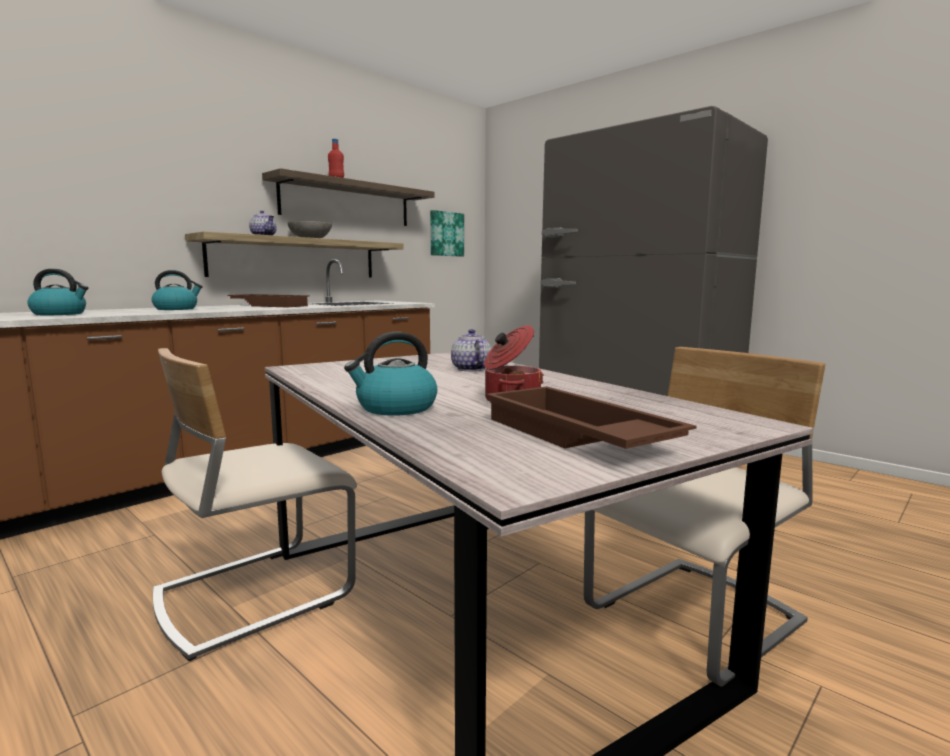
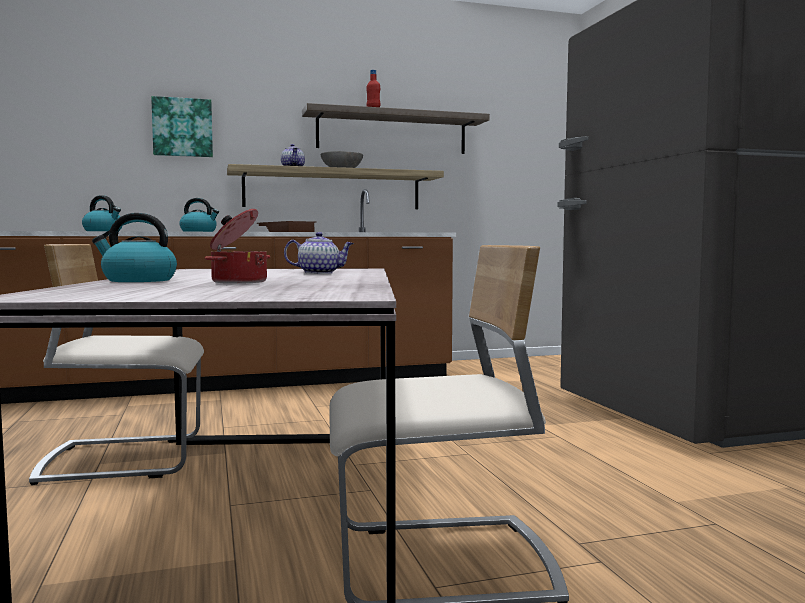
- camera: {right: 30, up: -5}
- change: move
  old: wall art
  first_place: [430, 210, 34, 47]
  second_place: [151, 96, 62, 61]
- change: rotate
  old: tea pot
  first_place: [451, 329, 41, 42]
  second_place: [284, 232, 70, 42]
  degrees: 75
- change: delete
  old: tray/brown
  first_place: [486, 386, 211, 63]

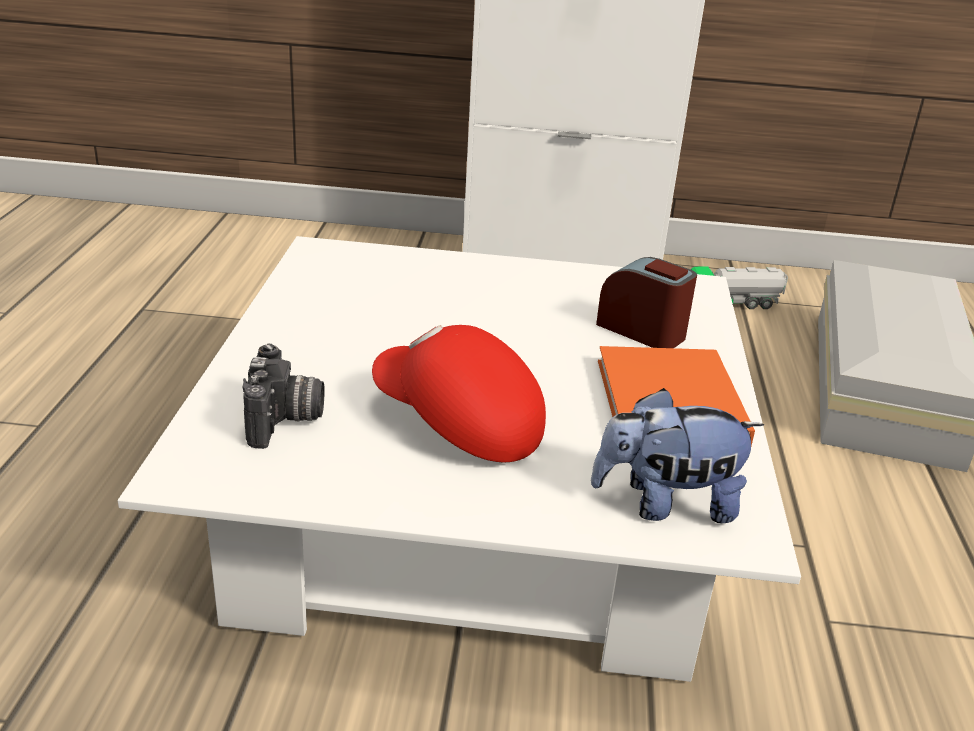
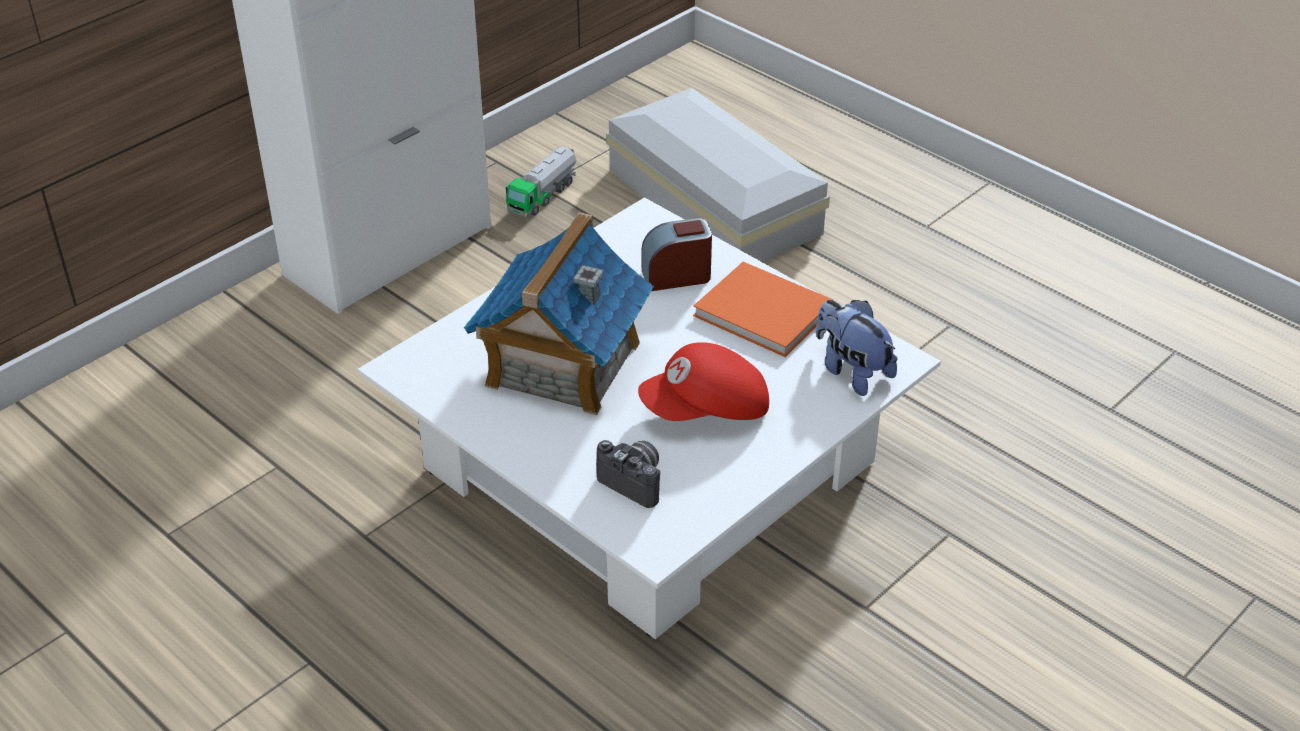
- camera: {right: -50, up: 10}
- change: rotate
  old: soft toy
  first_place: [591, 388, 173, 135]
  second_place: [816, 300, 82, 96]
  degrees: 105
- change: insert
  new: miniature house
  second_place: [464, 212, 190, 203]

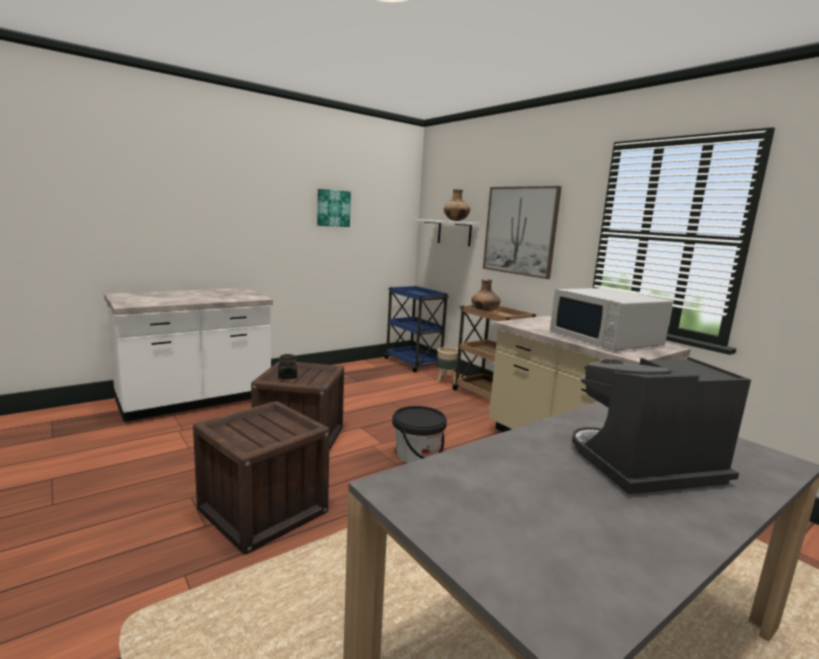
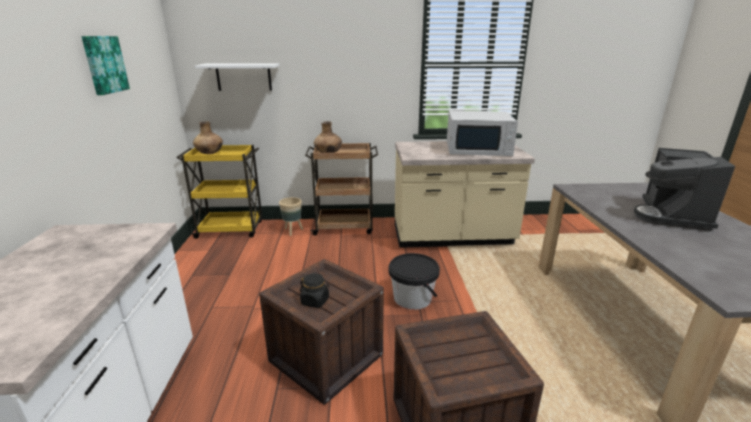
- camera: {right: -55, up: 10}
- change: recolor
  old: wheeled cart/blue
  new: wheeled cart/yellow-coloured
  first_place: [384, 286, 65, 86]
  second_place: [176, 145, 87, 94]
- change: move
  old: flower vase/brown
  first_place: [444, 189, 26, 32]
  second_place: [193, 121, 30, 33]
- change: delete
  old: wall art
  first_place: [483, 186, 79, 93]

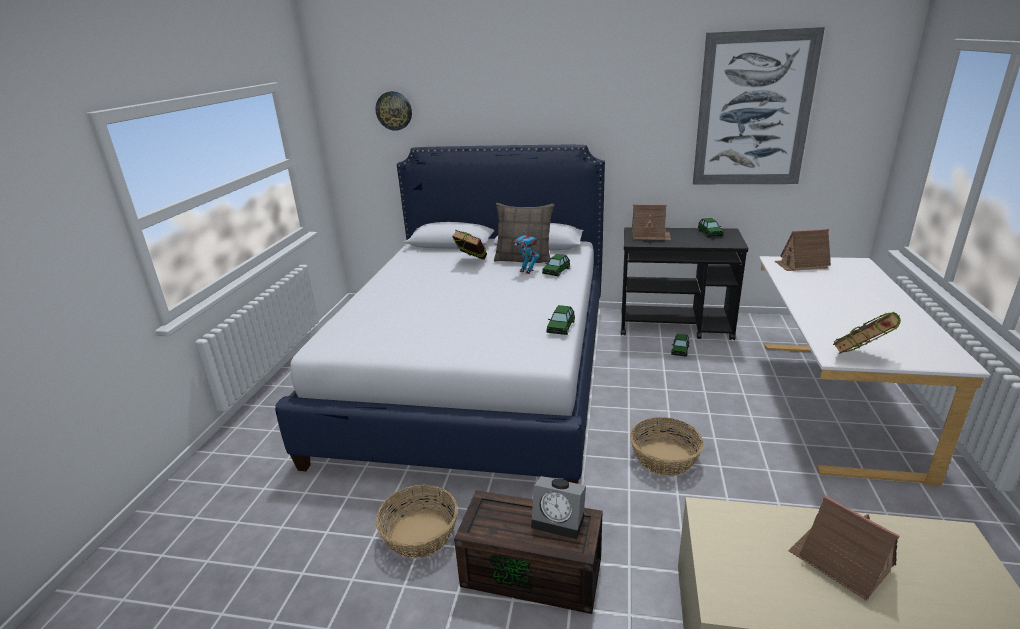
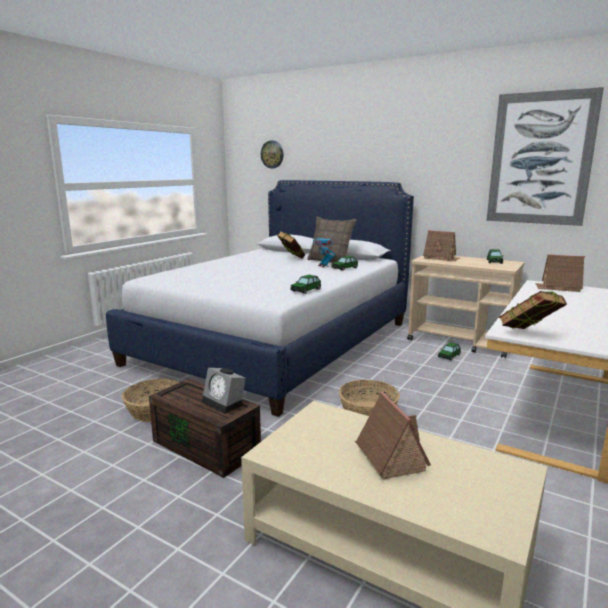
- camera: {right: 20, up: -10}
- change: recolor
  old: wheeled cart/black
  new: wheeled cart/sand-coloured
  first_place: [621, 227, 127, 113]
  second_place: [407, 256, 118, 102]

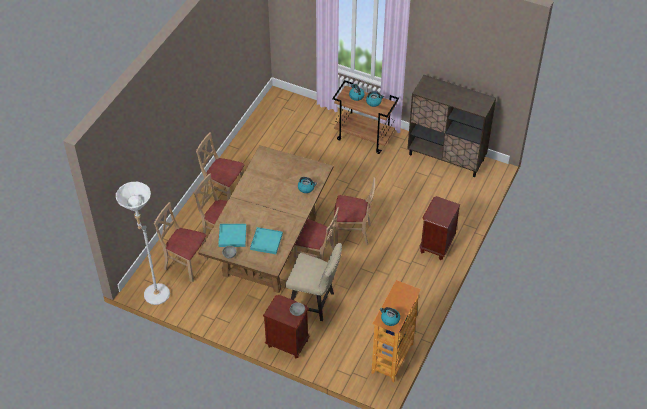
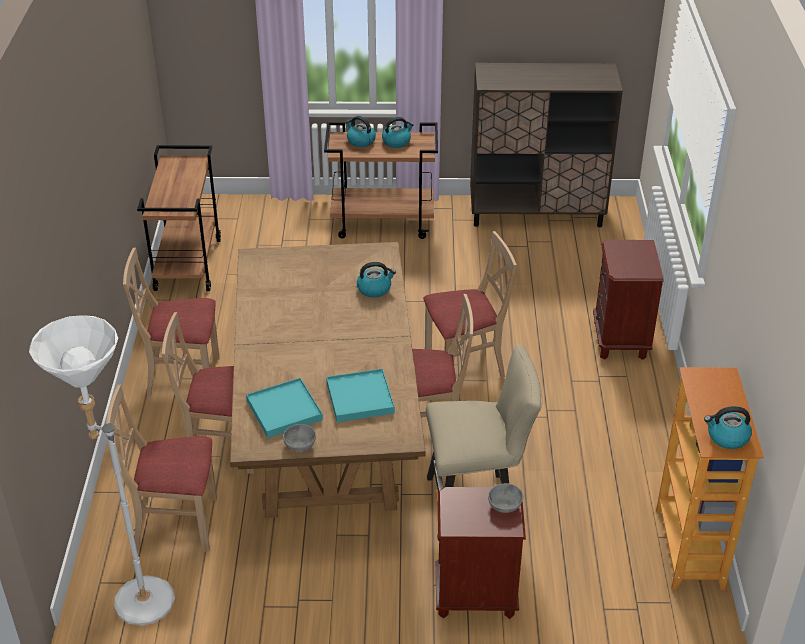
- camera: {right: -25, up: -10}
- change: insert
  new: wheeled cart/brown
  second_place: [137, 145, 84, 146]

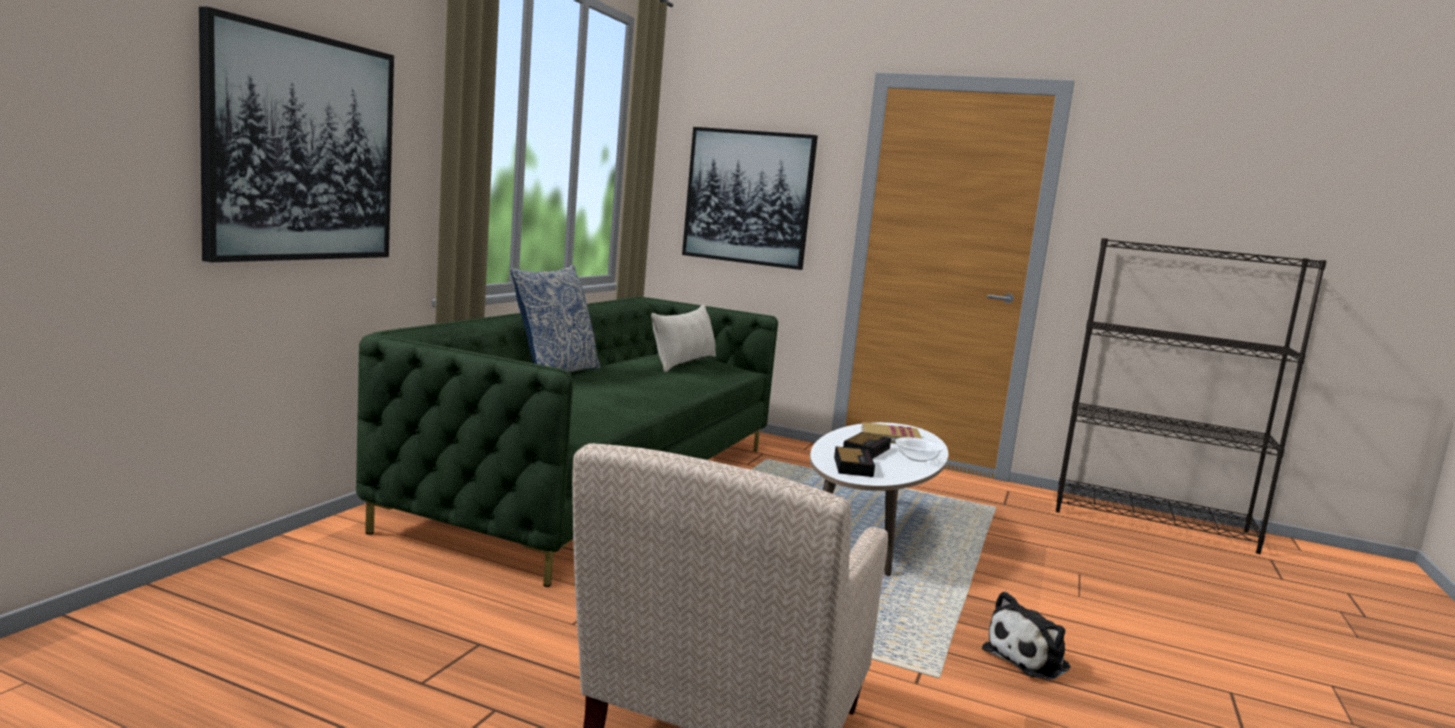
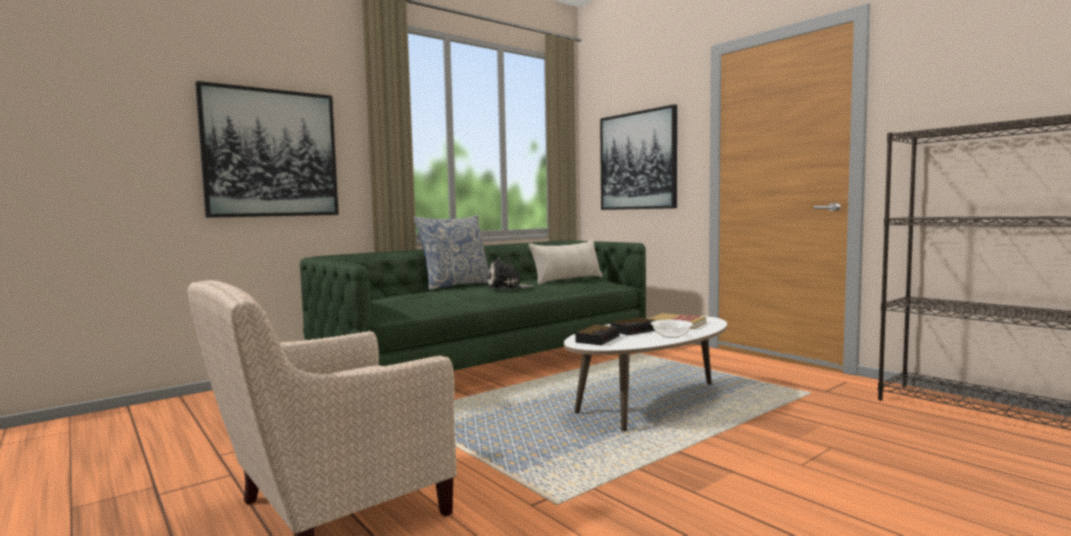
- camera: {right: 30, up: -5}
- change: move
  old: soft toy
  first_place: [982, 591, 88, 89]
  second_place: [488, 257, 46, 33]

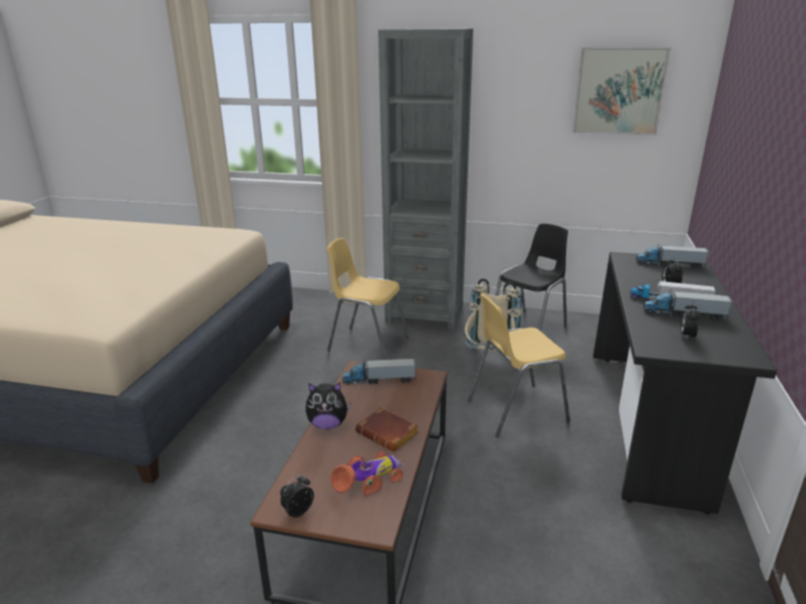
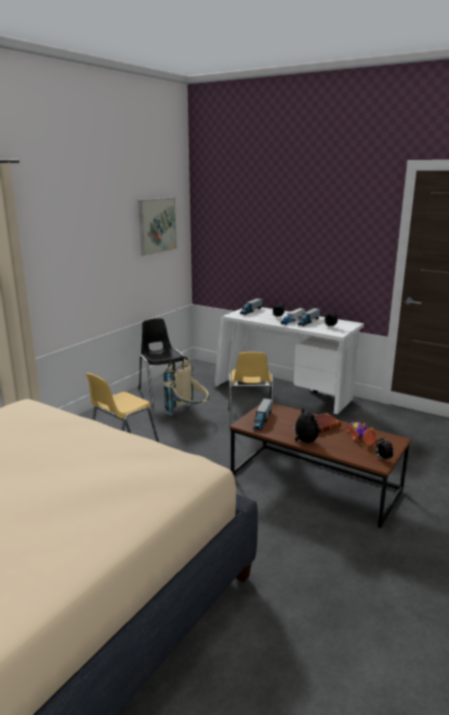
- camera: {right: -70, up: -5}
- change: rotate
  old: soft toy
  first_place: [306, 383, 45, 46]
  second_place: [292, 408, 27, 35]
  degrees: -45
- change: delete
  old: bookshelf/grey
  first_place: [378, 28, 95, 302]
- change: recolor
  old: desk table/black
  new: desk table/white
  first_place: [593, 252, 184, 262]
  second_place: [214, 307, 150, 108]

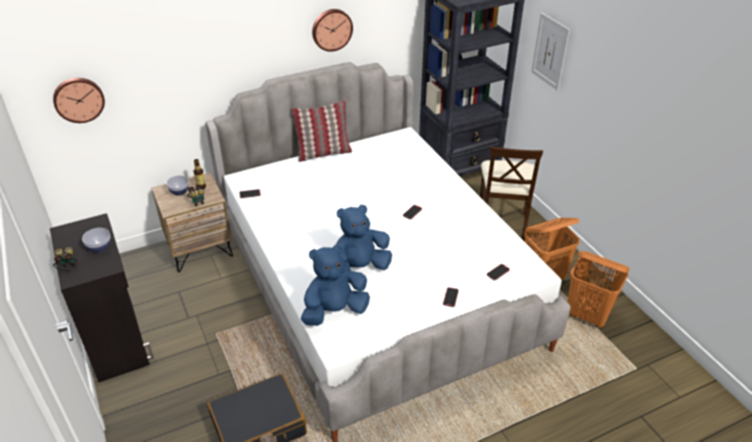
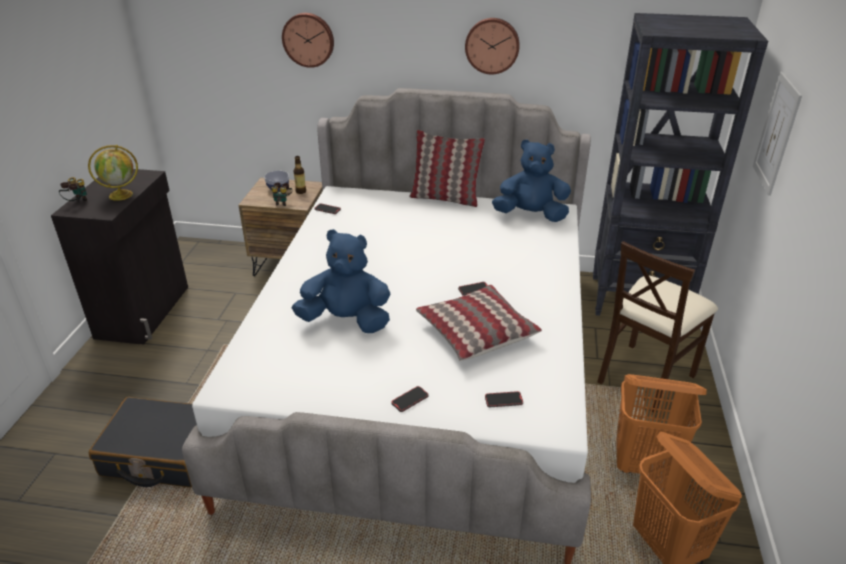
- camera: {right: 35, up: -5}
- change: move
  old: wall clock
  first_place: [53, 78, 52, 45]
  second_place: [282, 13, 52, 55]
- change: replace
  old: serving bowl
  new: globe
  first_place: [82, 228, 29, 25]
  second_place: [88, 145, 50, 56]
- change: move
  old: soft toy/blue
  first_place: [301, 245, 69, 81]
  second_place: [492, 139, 79, 83]
- change: insert
  new: throw pillow
  second_place: [416, 285, 126, 76]

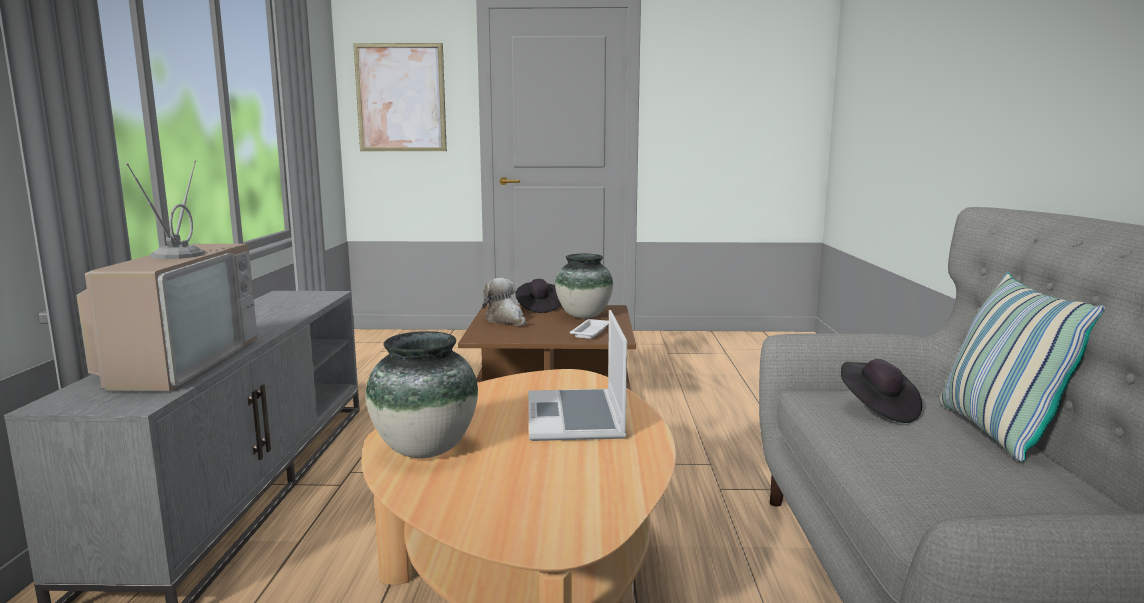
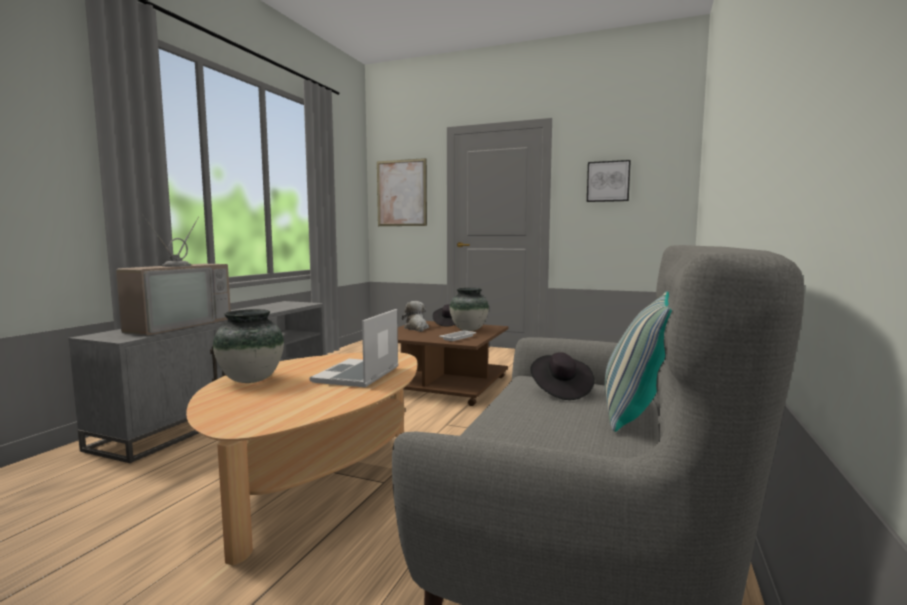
- camera: {right: 20, up: -5}
- change: insert
  new: wall art
  second_place: [587, 160, 44, 42]

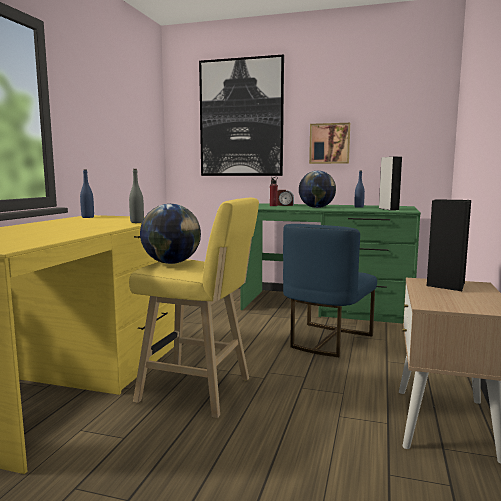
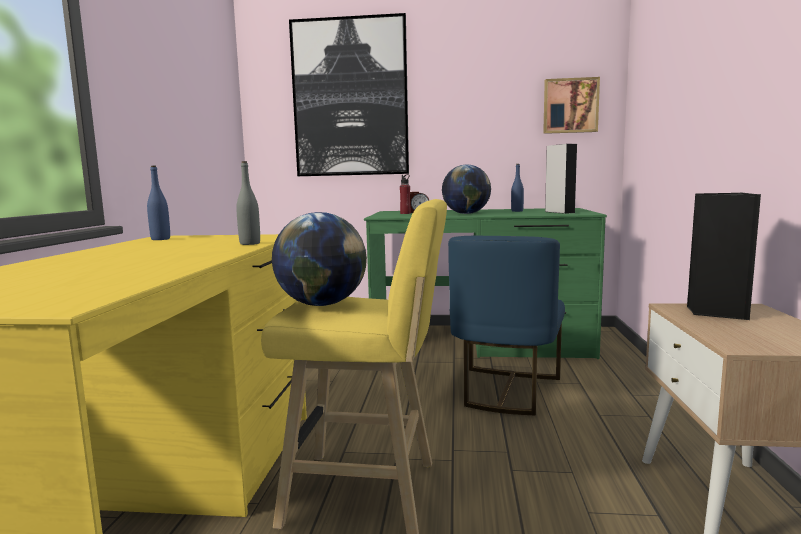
- camera: {right: -10, up: 0}
- change: move
  old: wall art
  first_place: [309, 123, 41, 41]
  second_place: [543, 77, 57, 57]

